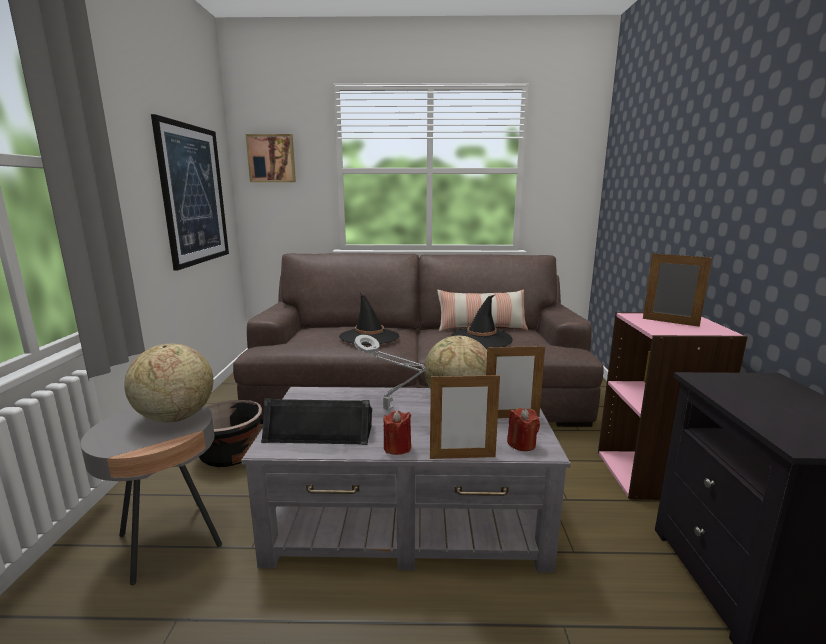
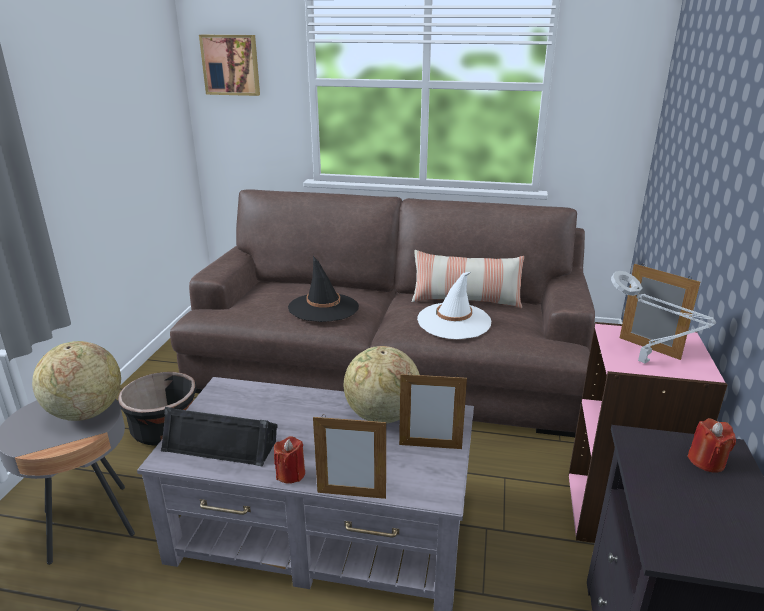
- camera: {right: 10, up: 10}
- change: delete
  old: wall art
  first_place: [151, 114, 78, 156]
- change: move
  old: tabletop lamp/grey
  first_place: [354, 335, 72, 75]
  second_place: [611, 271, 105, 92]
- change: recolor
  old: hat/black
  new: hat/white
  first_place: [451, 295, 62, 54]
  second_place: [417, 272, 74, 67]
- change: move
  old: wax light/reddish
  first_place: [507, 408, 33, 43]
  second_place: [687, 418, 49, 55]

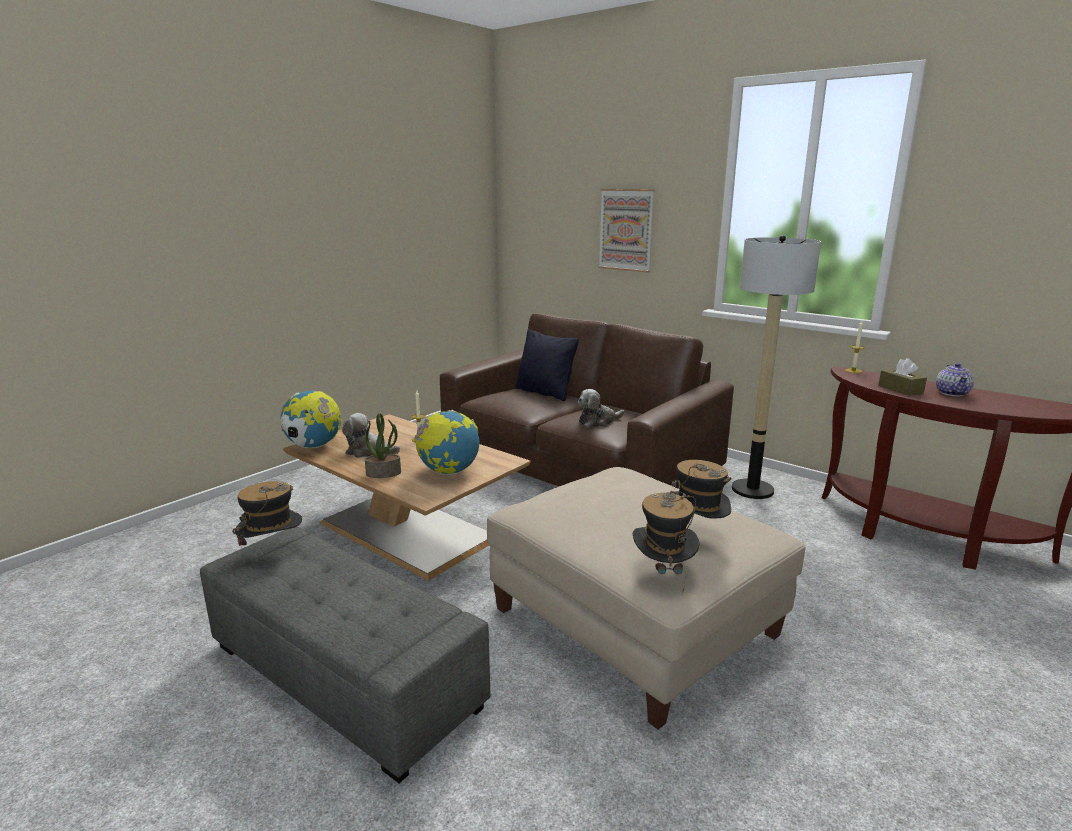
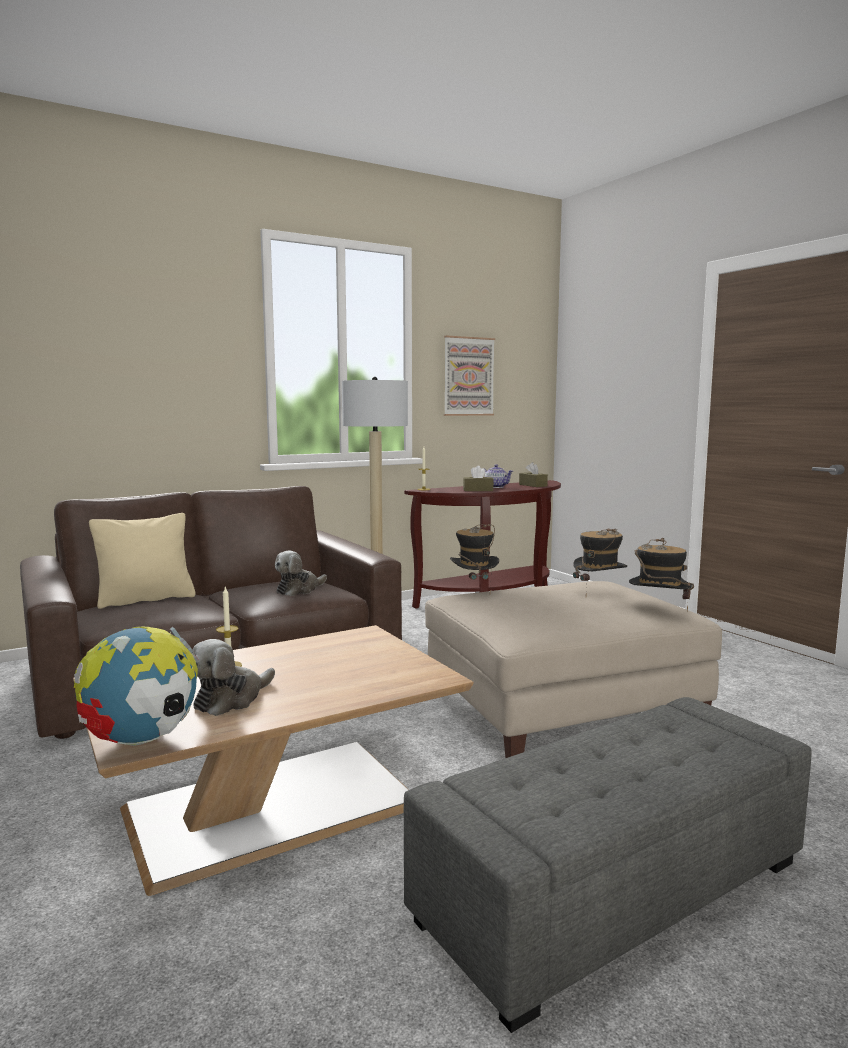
- camera: {right: -70, up: -10}
- change: move
  old: hat
  first_place: [232, 481, 70, 82]
  second_place: [450, 524, 49, 69]
- change: delete
  old: plant in a pot
  first_place: [365, 413, 36, 65]
- change: delete
  old: globe
  first_place: [414, 410, 65, 65]
- change: recolor
  old: throw pillow/black
  new: throw pillow/sand-coloured
  first_place: [515, 330, 64, 71]
  second_place: [89, 513, 107, 96]
- change: rotate
  old: soft toy
  first_place: [578, 389, 47, 38]
  second_place: [275, 551, 52, 45]
  degrees: 45
- change: move
  old: wall art
  first_place: [598, 189, 57, 84]
  second_place: [444, 335, 51, 81]
- change: insert
  new: tissue box/brown
  second_place: [519, 462, 29, 25]

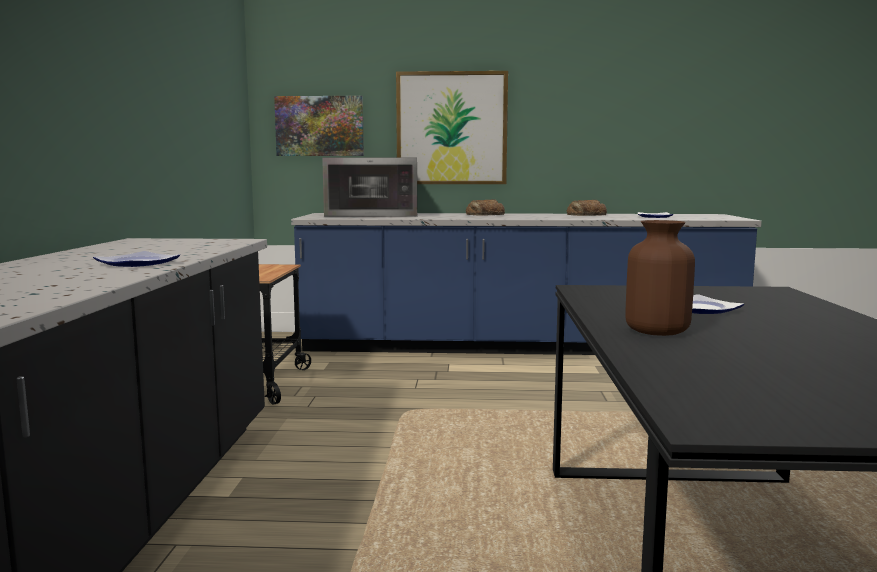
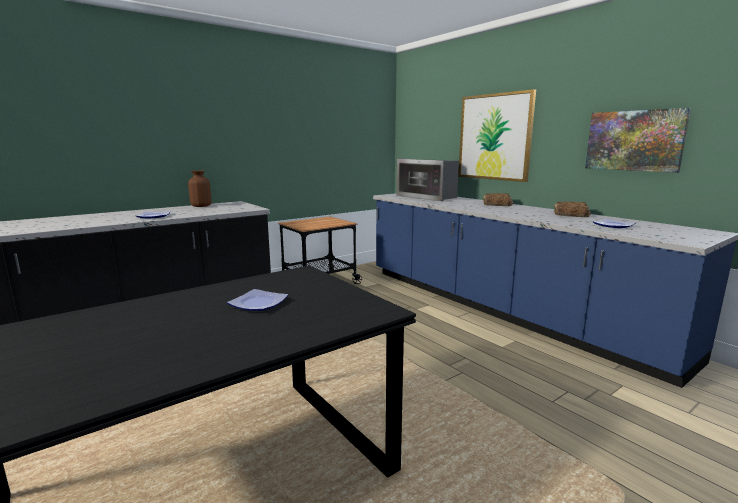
- camera: {right: 50, up: 5}
- change: move
  old: wall art
  first_place: [274, 96, 90, 60]
  second_place: [585, 108, 106, 65]
- change: move
  old: flower vase/brown
  first_place: [626, 220, 69, 116]
  second_place: [188, 171, 23, 36]

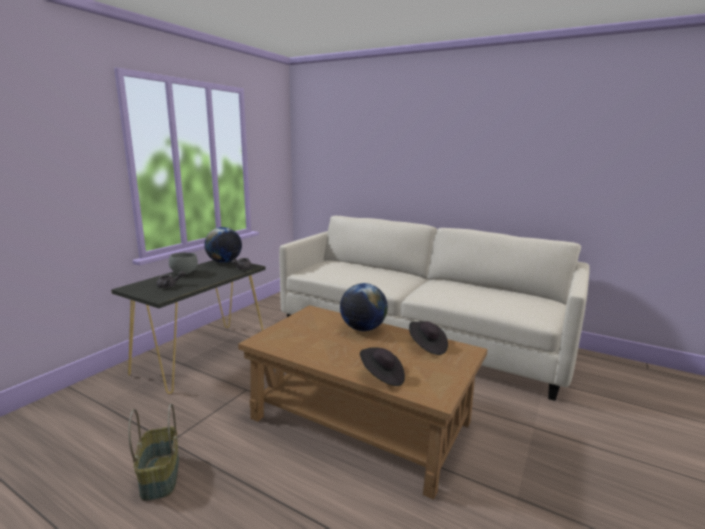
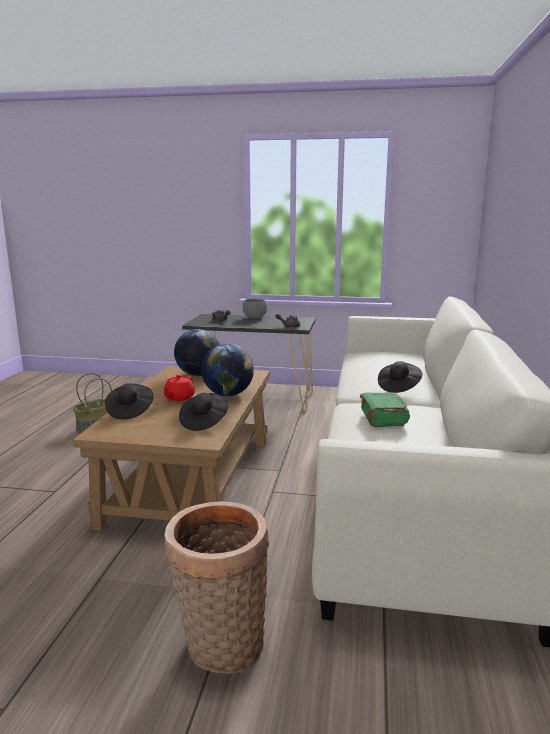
- camera: {right: 70, up: 0}
- change: move
  old: globe
  first_place: [204, 227, 38, 36]
  second_place: [174, 329, 46, 47]
- change: insert
  new: tea pot/reddish
  second_place: [163, 375, 32, 26]
- change: insert
  new: storage basket
  second_place: [165, 501, 104, 173]
- change: insert
  new: book/greenish
  second_place: [360, 392, 50, 35]
- change: insert
  new: hat/black
  second_place: [378, 361, 44, 32]

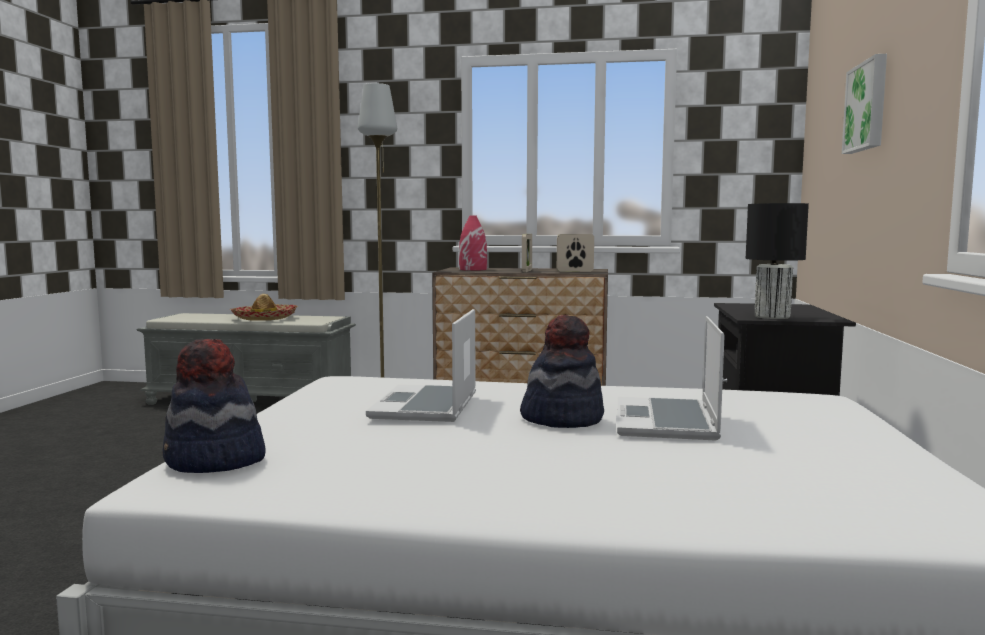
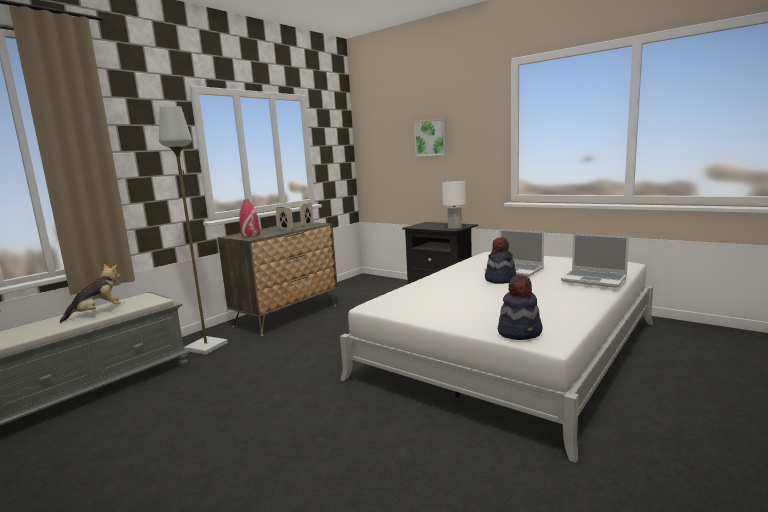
- camera: {right: -60, up: 5}
- change: replace
  old: hat
  new: soft toy
  first_place: [230, 294, 68, 27]
  second_place: [60, 264, 61, 59]
- change: move
  old: notebook computer
  first_place: [366, 309, 110, 113]
  second_place: [561, 234, 68, 54]
- change: recolor
  old: tabletop lamp/black
  new: tabletop lamp/white
  first_place: [746, 203, 63, 116]
  second_place: [442, 181, 24, 48]

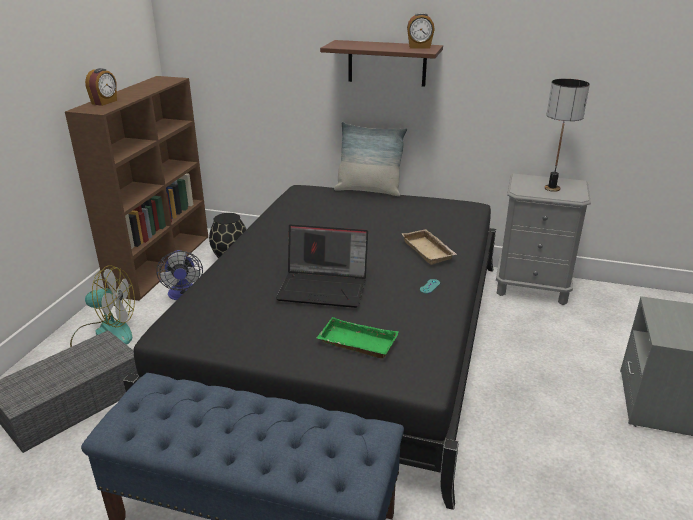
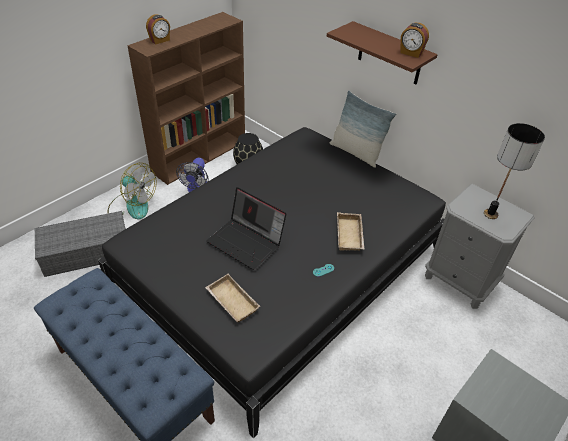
- camera: {right: 25, up: 15}
- change: recolor
  old: tray/greenish
  new: tray/sand-coloured
  first_place: [317, 317, 82, 42]
  second_place: [205, 274, 55, 48]

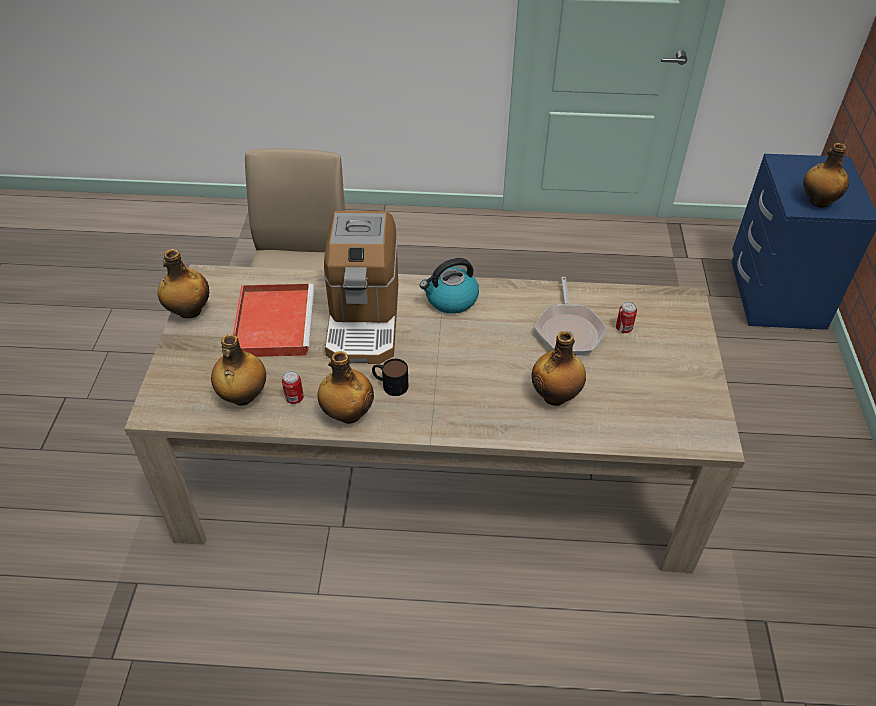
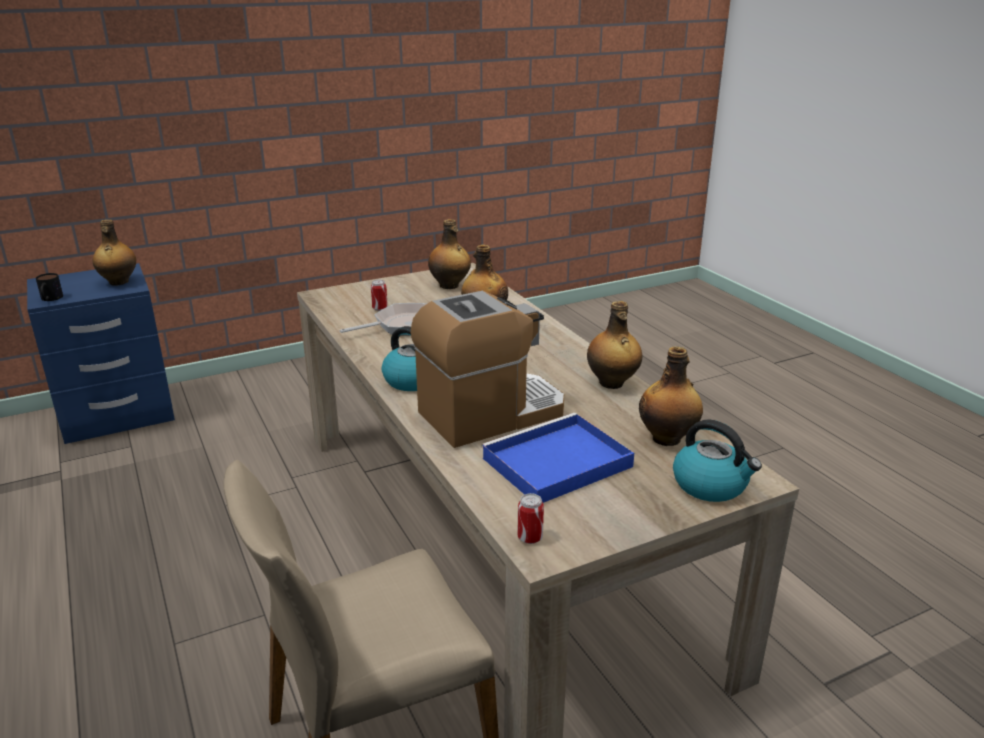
- camera: {right: -120, up: -20}
- change: move
  old: drink bottle
  first_place: [158, 249, 51, 69]
  second_place: [428, 219, 43, 70]
- change: recolor
  old: tray/reddish
  new: tray/blue
  first_place: [233, 284, 82, 73]
  second_place: [481, 413, 153, 90]
- change: move
  old: can
  first_place: [282, 371, 22, 33]
  second_place: [517, 493, 27, 51]
- change: move
  old: tea mug
  first_place: [372, 359, 36, 37]
  second_place: [36, 273, 27, 28]
- change: insert
  new: water kettle
  second_place: [673, 419, 89, 83]

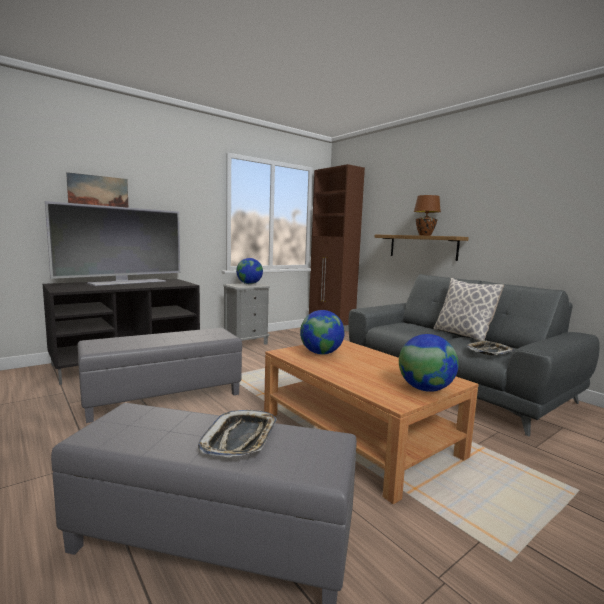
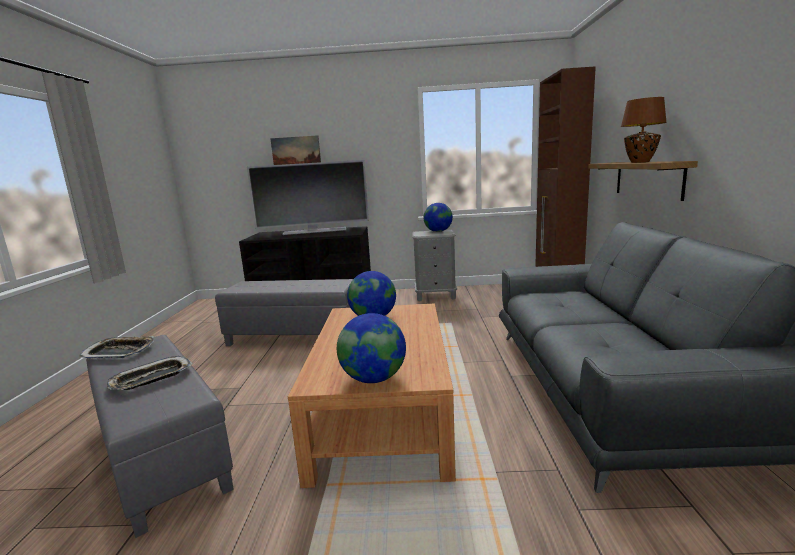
- camera: {right: 40, up: 5}
- change: delete
  old: throw pillow
  first_place: [433, 278, 71, 63]
- change: move
  old: tray
  first_place: [467, 340, 47, 16]
  second_place: [79, 336, 75, 22]

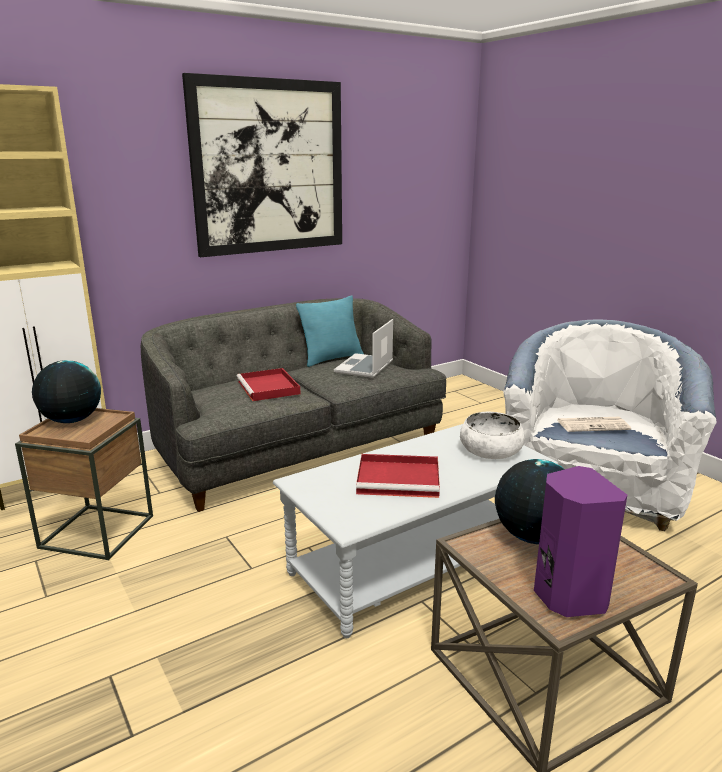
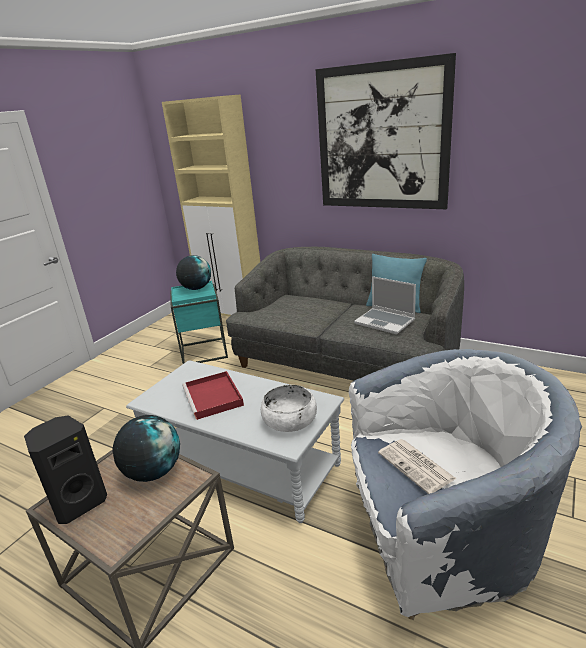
- camera: {right: 65, up: 5}
- change: recolor
  old: accent table/brown
  new: accent table/blue-green
  first_place: [15, 408, 138, 152]
  second_place: [170, 281, 58, 83]
- change: delete
  old: tray/reddish
  first_place: [237, 368, 64, 33]
- change: rotate
  old: notebook computer
  first_place: [334, 319, 59, 59]
  second_place: [354, 276, 62, 58]
  degrees: -135
- change: recolor
  old: audio speaker/purple
  new: audio speaker/black
  first_place: [534, 466, 93, 151]
  second_place: [24, 415, 83, 109]

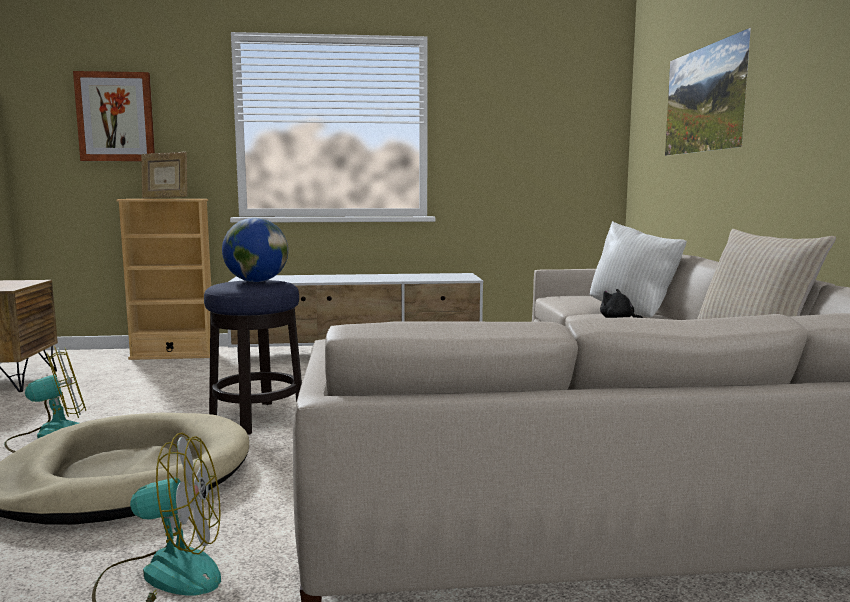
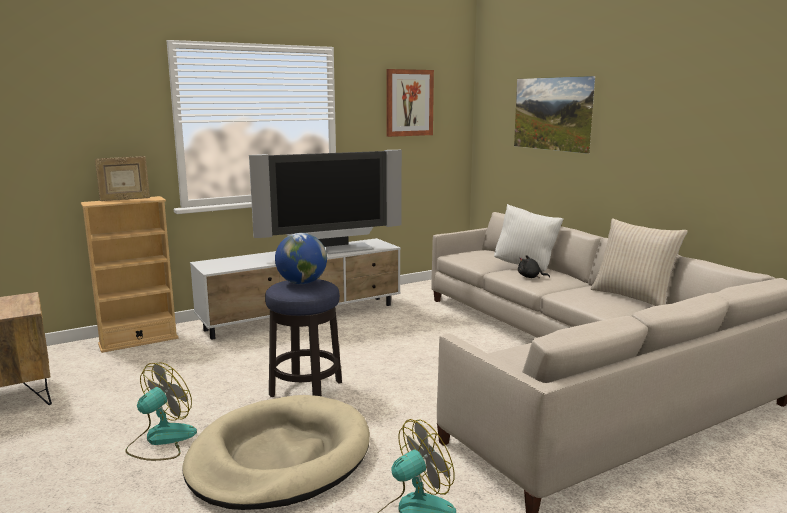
- camera: {right: -25, up: 5}
- change: move
  old: wall art
  first_place: [73, 71, 82, 90]
  second_place: [386, 69, 48, 68]
- change: insert
  new: TV set
  second_place: [249, 150, 153, 104]

